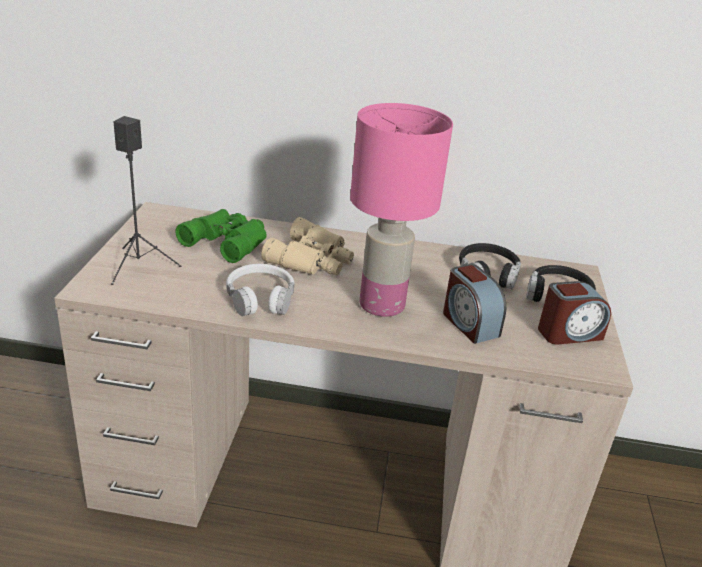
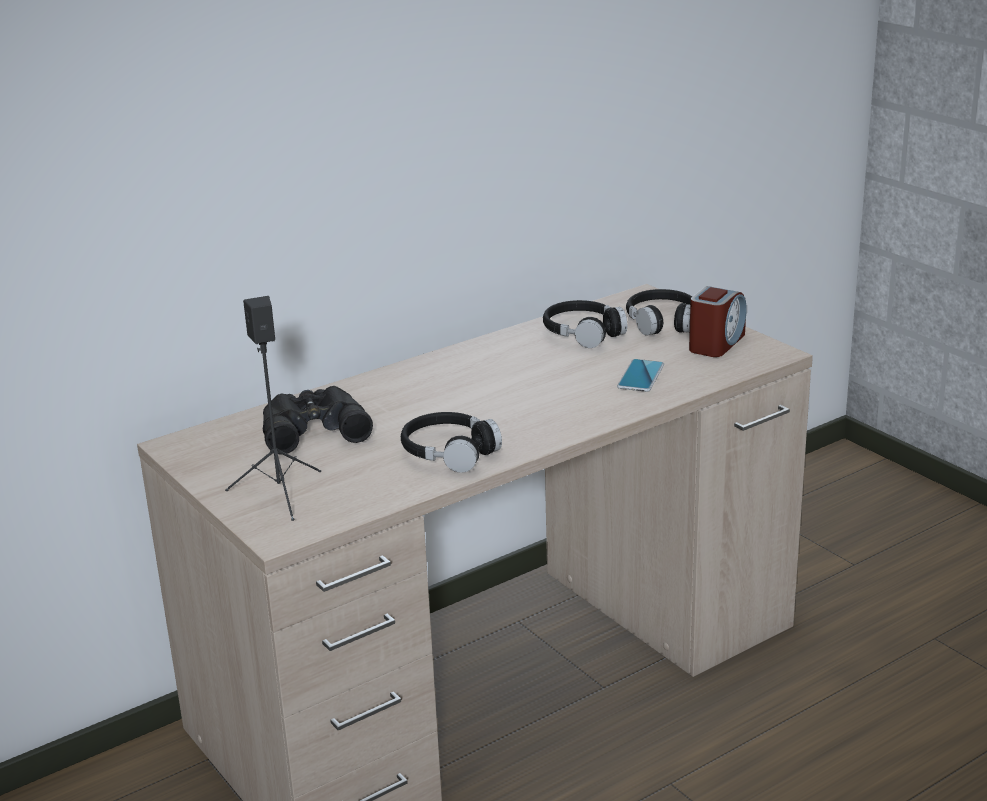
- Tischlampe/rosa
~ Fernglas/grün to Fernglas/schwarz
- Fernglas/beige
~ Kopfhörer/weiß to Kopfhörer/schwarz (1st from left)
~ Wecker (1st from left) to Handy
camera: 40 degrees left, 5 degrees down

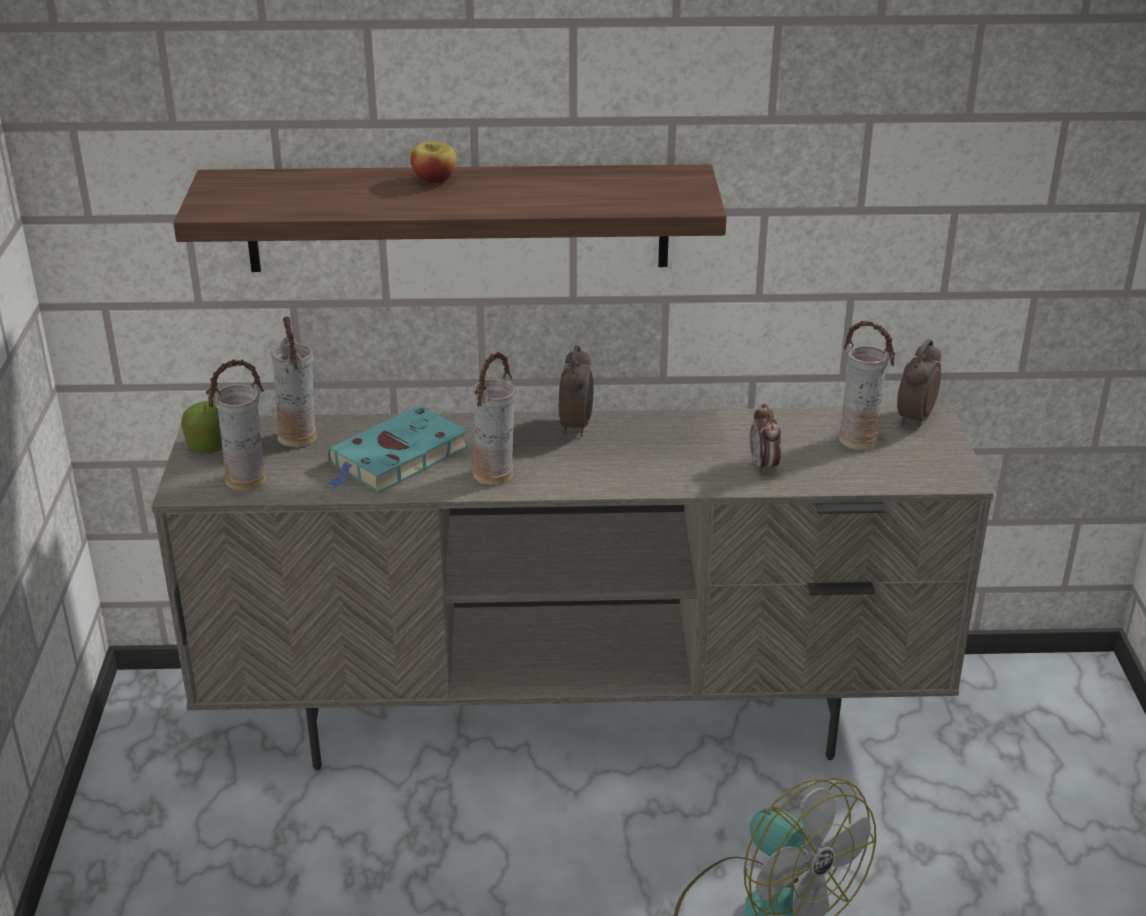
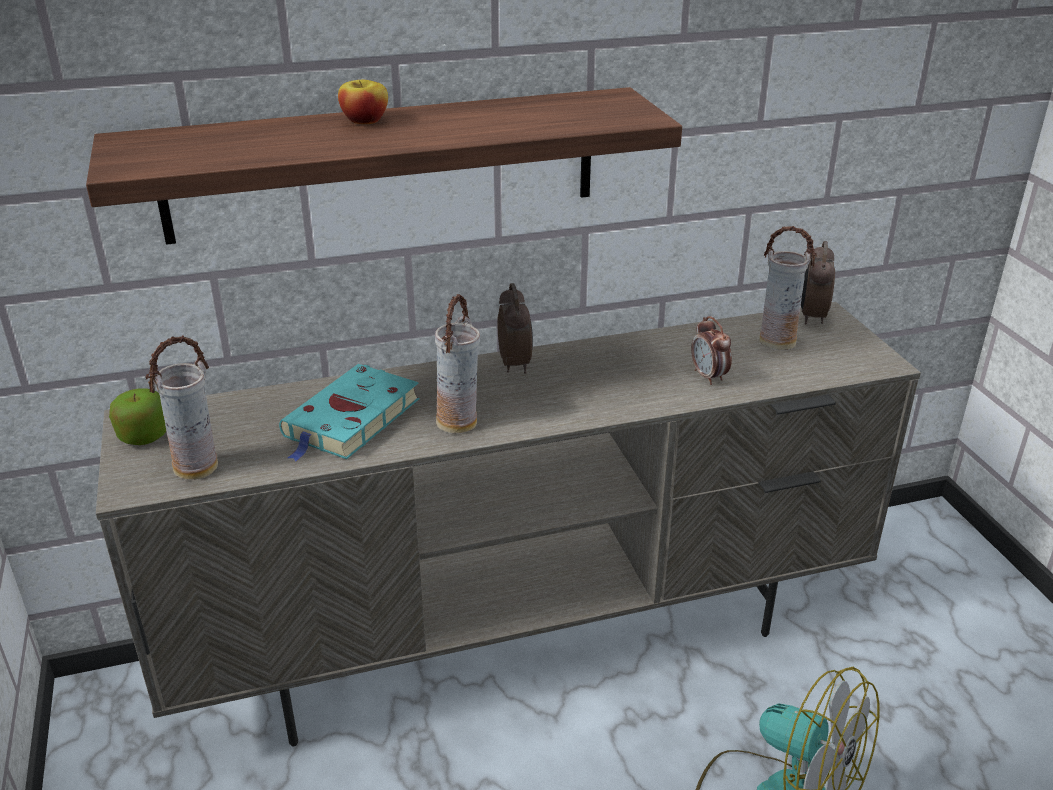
- Vase (2nd from left)
camera: 15 degrees left, 0 degrees up

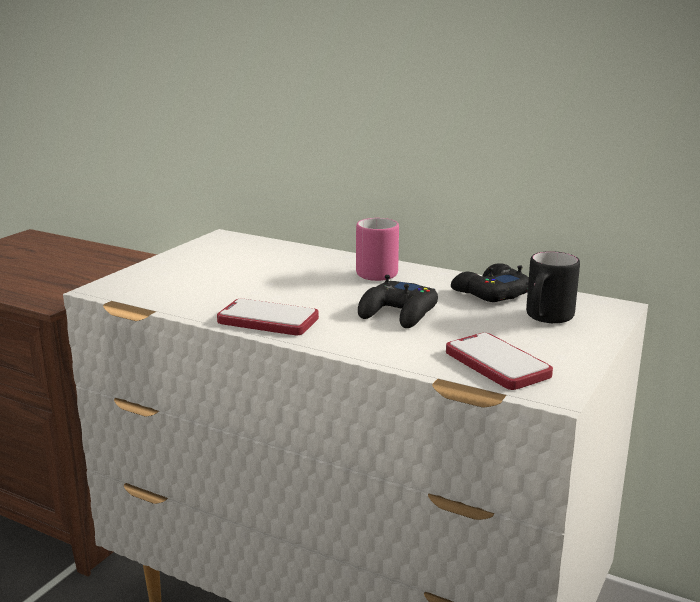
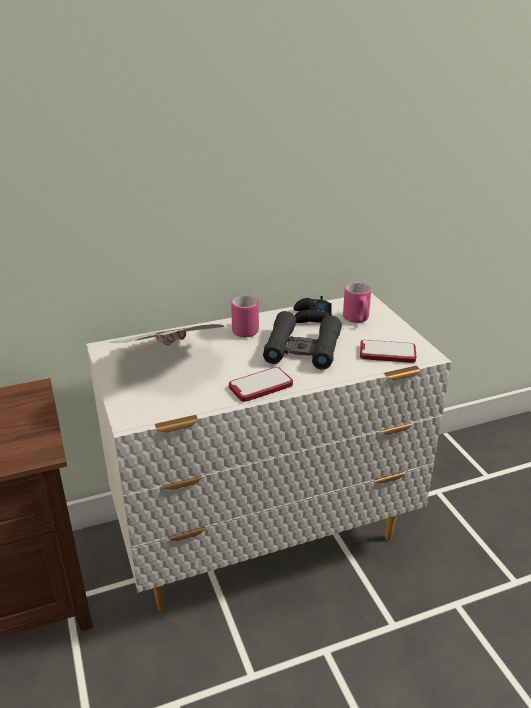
~ Henkelbecher/schwarz to Henkelbecher/rosa (2nd from left)
~ Gamepad/schwarz (1st from left) to Fernglas/schwarz
+ Zeitung
camera: 50 degrees left, 10 degrees up

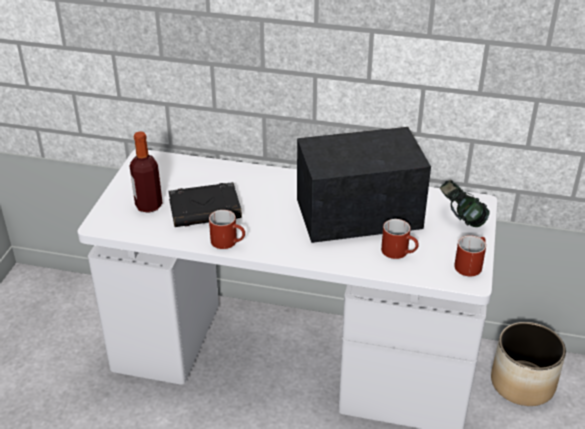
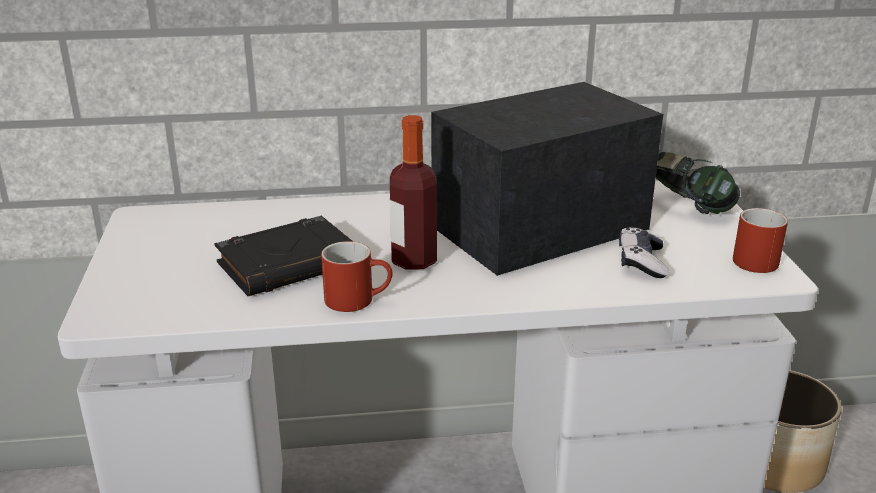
~ Flasche
~ Henkelbecher/rot (2nd from left) to Gamepad
camera: 20 degrees left, 10 degrees down

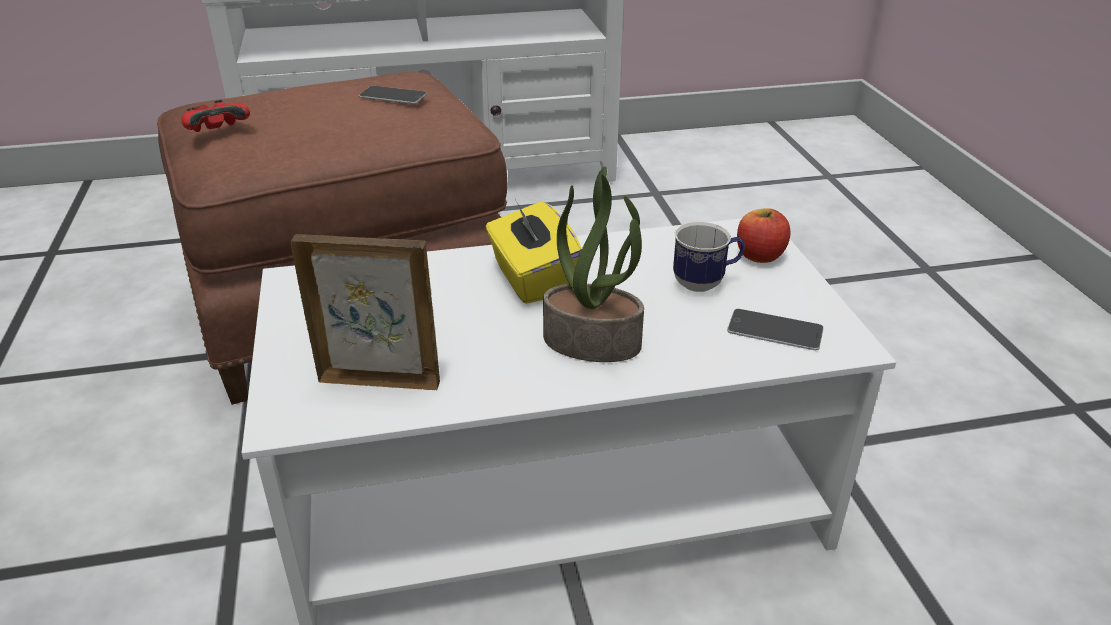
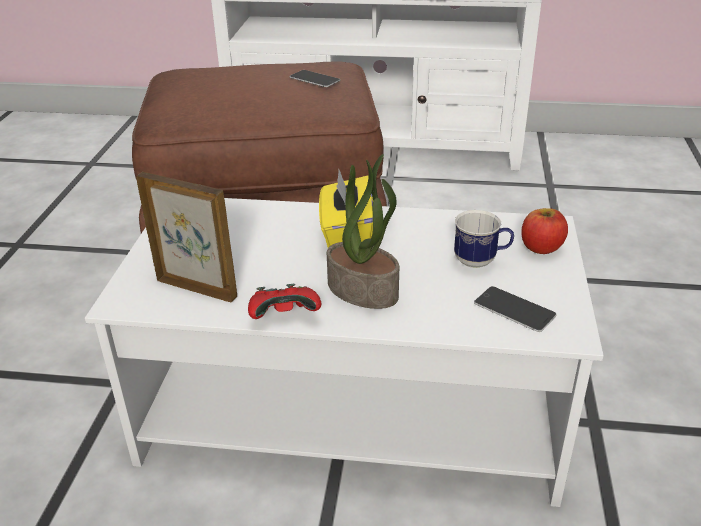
~ Gamepad/rot
camera: 20 degrees right, 0 degrees up

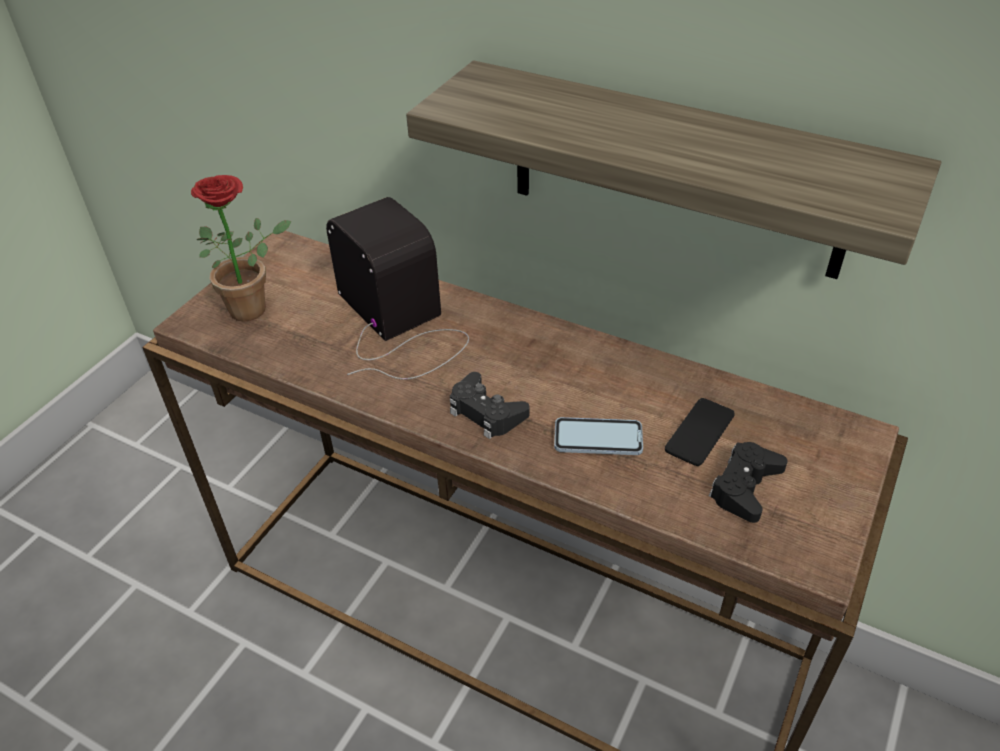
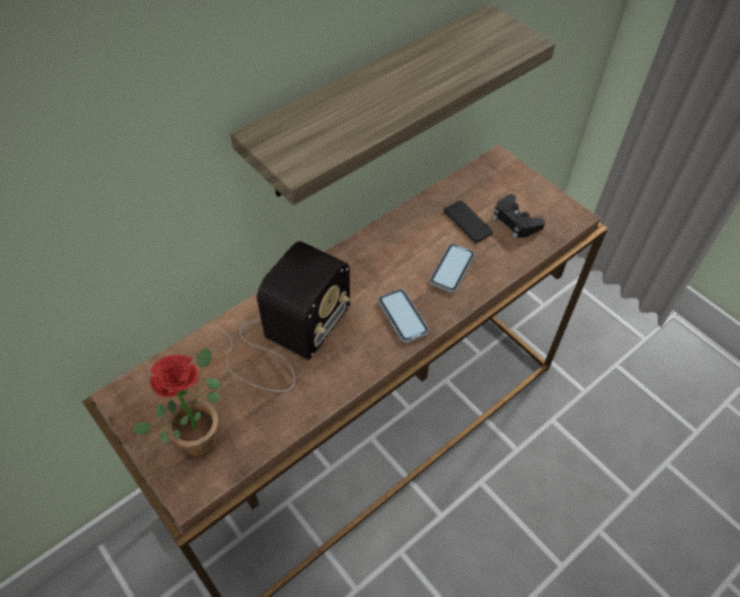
~ Radio 135 degrees clockwise
~ Gamepad/schwarz (1st from left) to Handy (1st from left)
camera: 70 degrees left, 10 degrees up

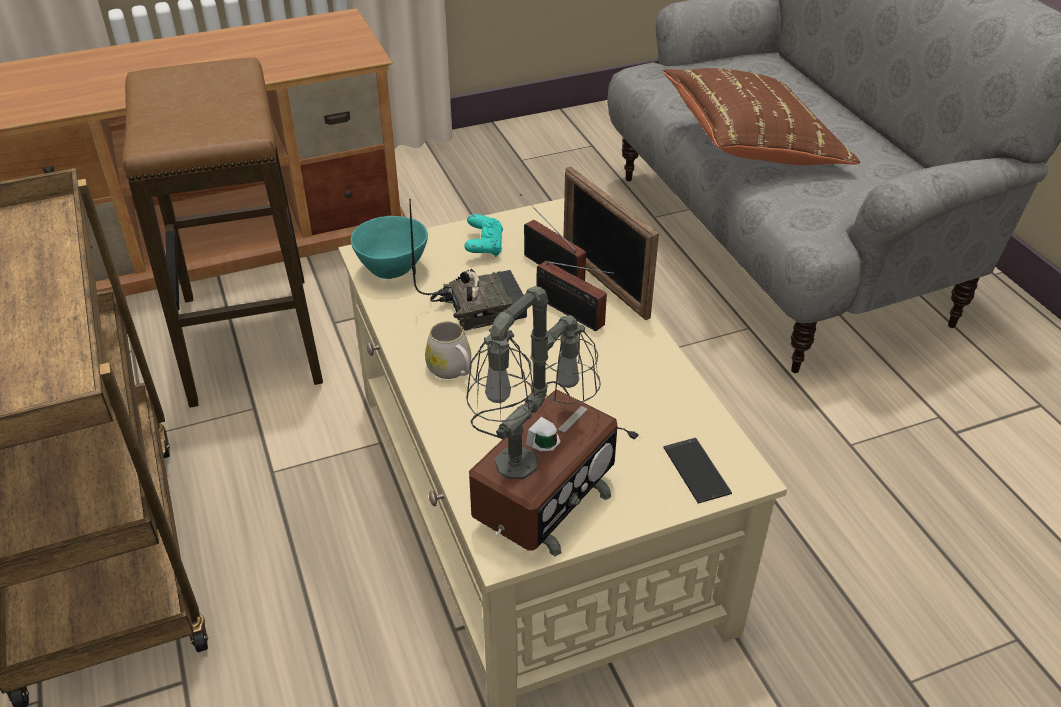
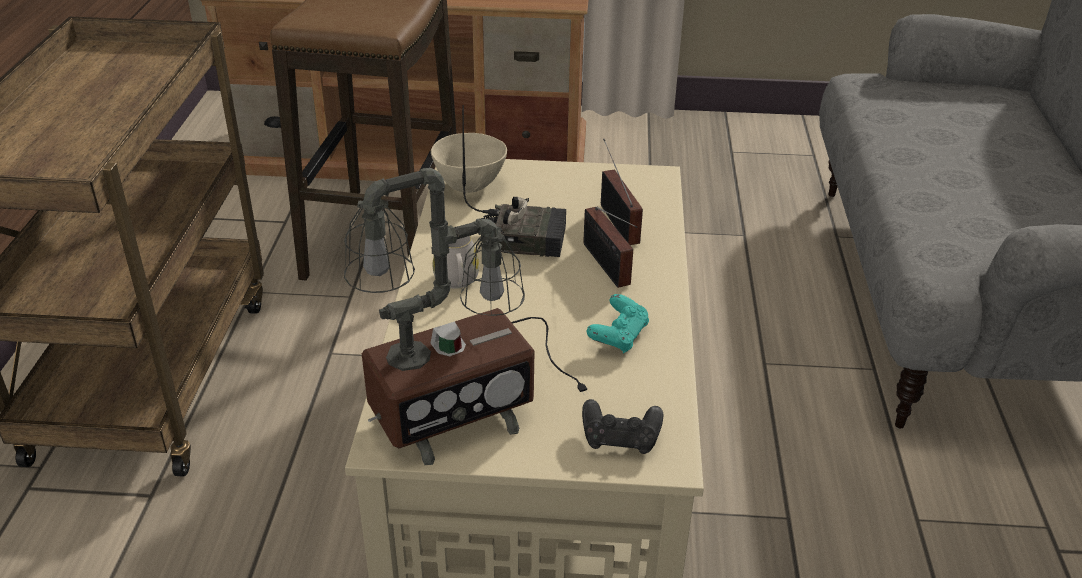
- Kissen/braun
- Bilderrahmen
~ Gamepad/türkis
~ Schüssel/türkis to Schüssel/beige
~ Handy to Gamepad/schwarz
camera: 25 degrees right, 5 degrees down

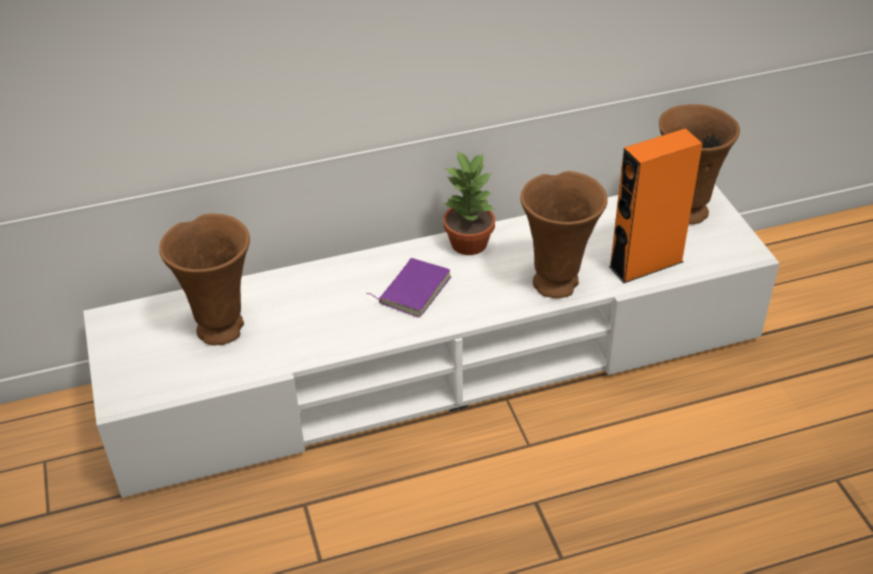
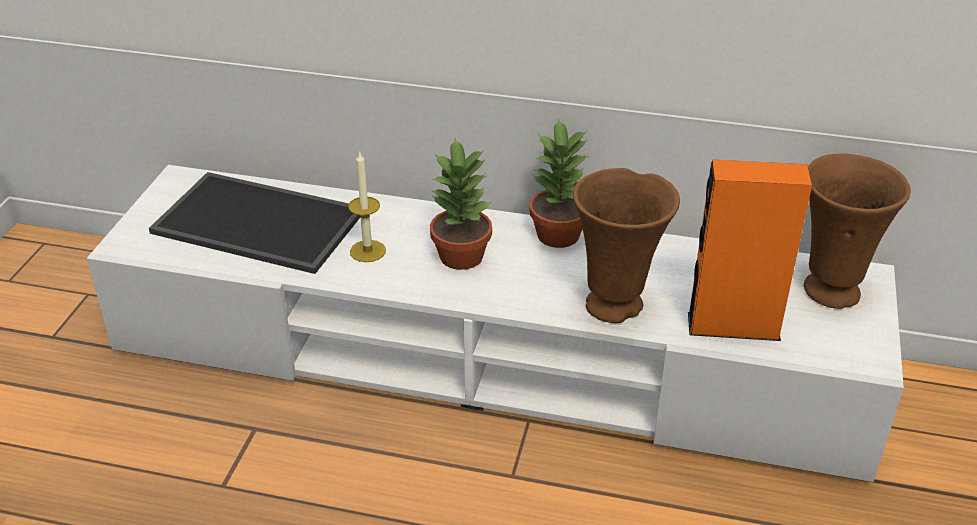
~ Vase/braun (1st from left) to Tablett
~ Buch/lila to Topfpflanze (1st from left)
+ Kerze
camera: 30 degrees right, 5 degrees down

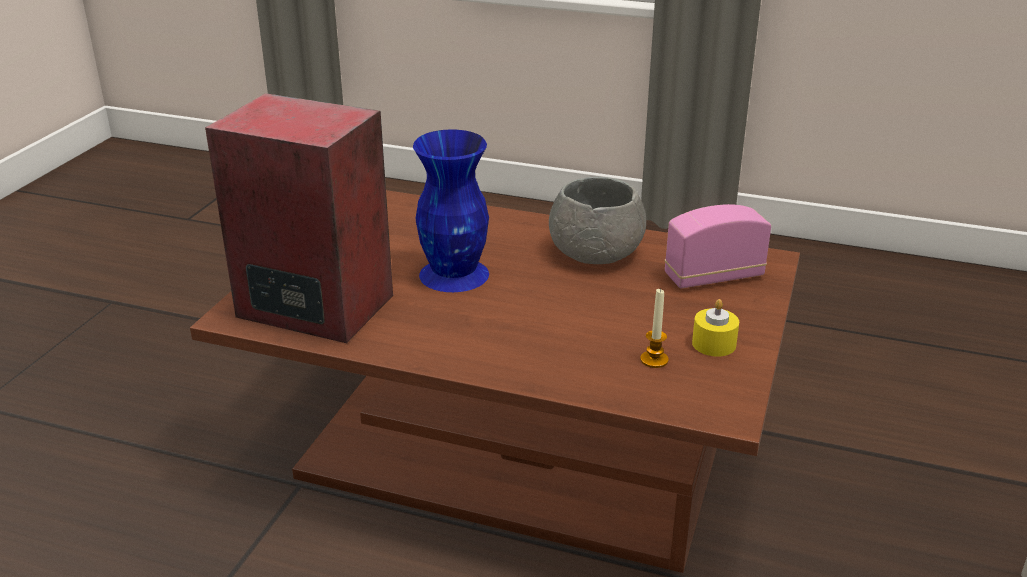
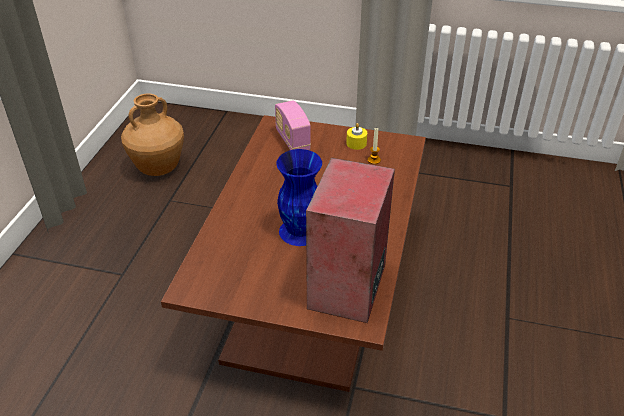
- Schüssel/grau
+ Vase/braun
camera: 95 degrees left, 10 degrees up

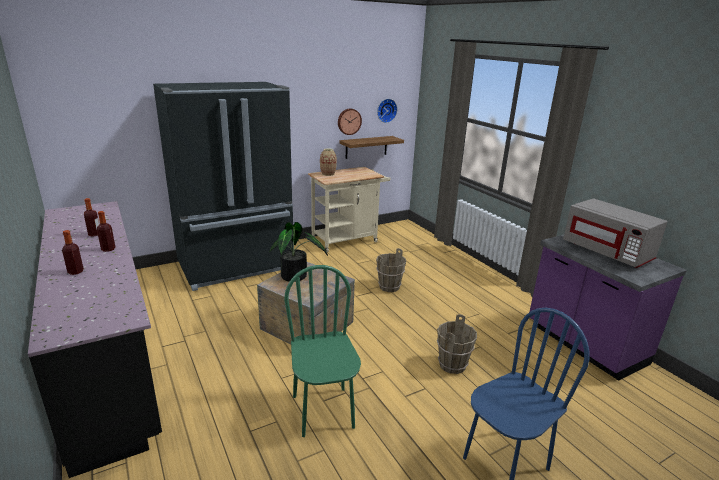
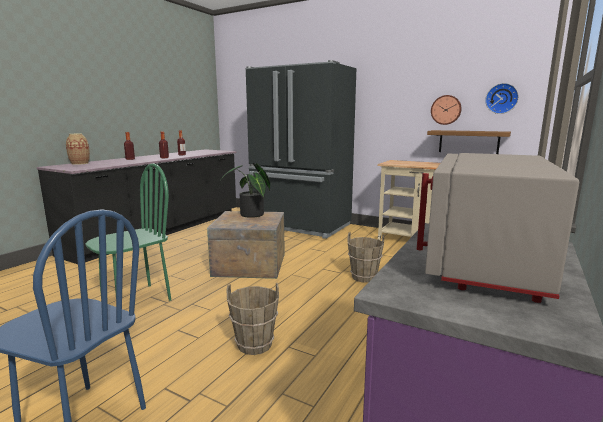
~ Vase
camera: 60 degrees right, 10 degrees down

